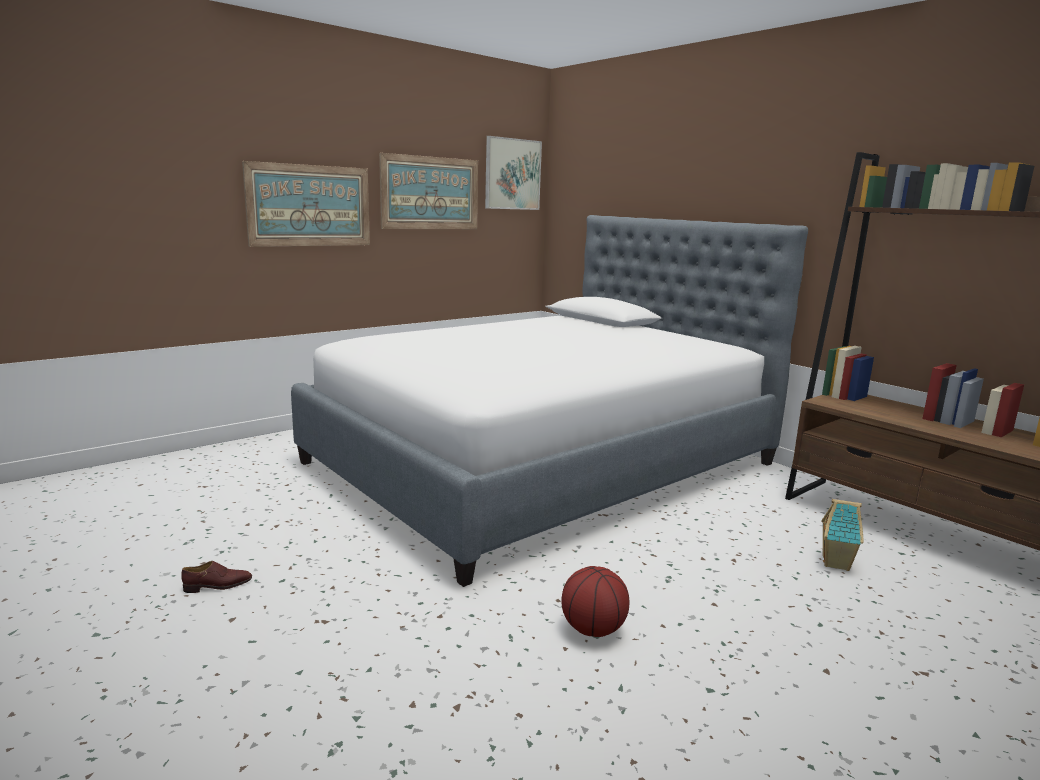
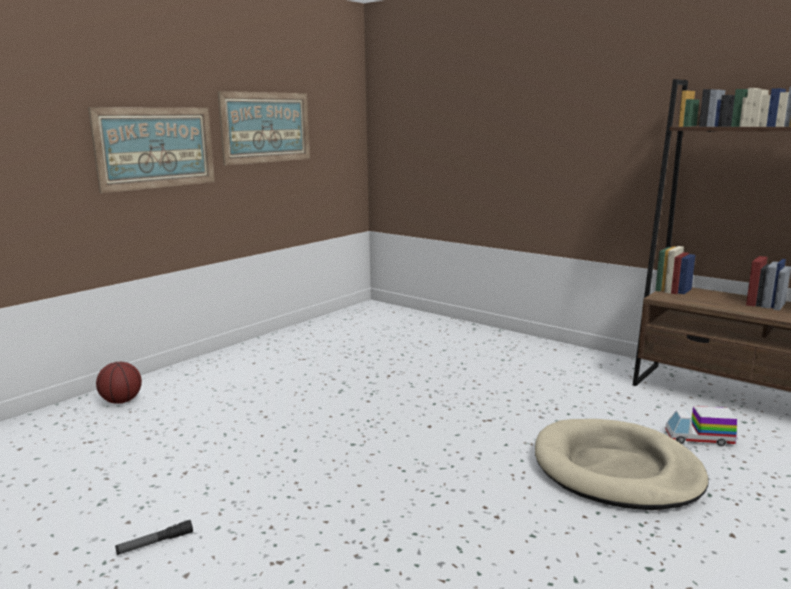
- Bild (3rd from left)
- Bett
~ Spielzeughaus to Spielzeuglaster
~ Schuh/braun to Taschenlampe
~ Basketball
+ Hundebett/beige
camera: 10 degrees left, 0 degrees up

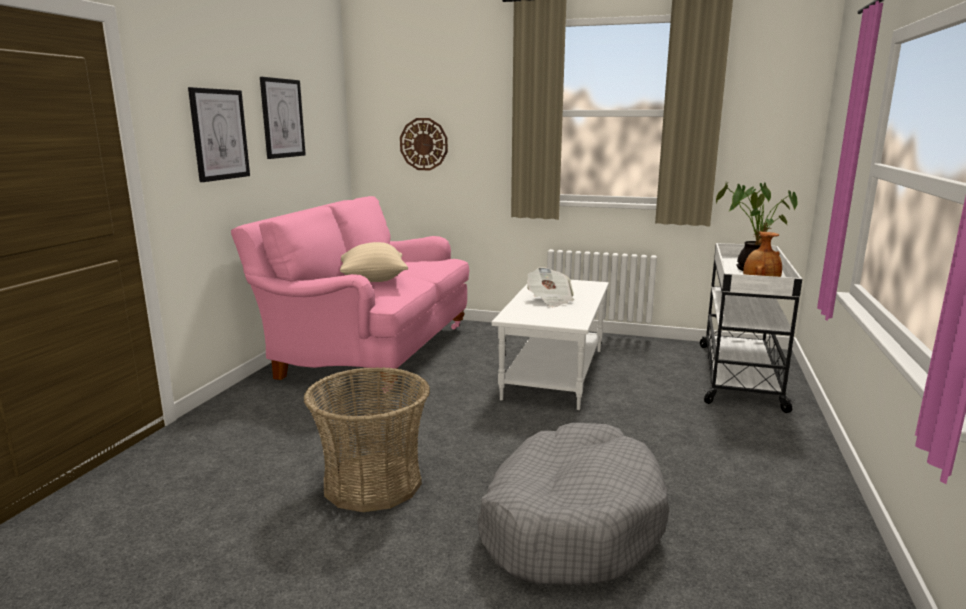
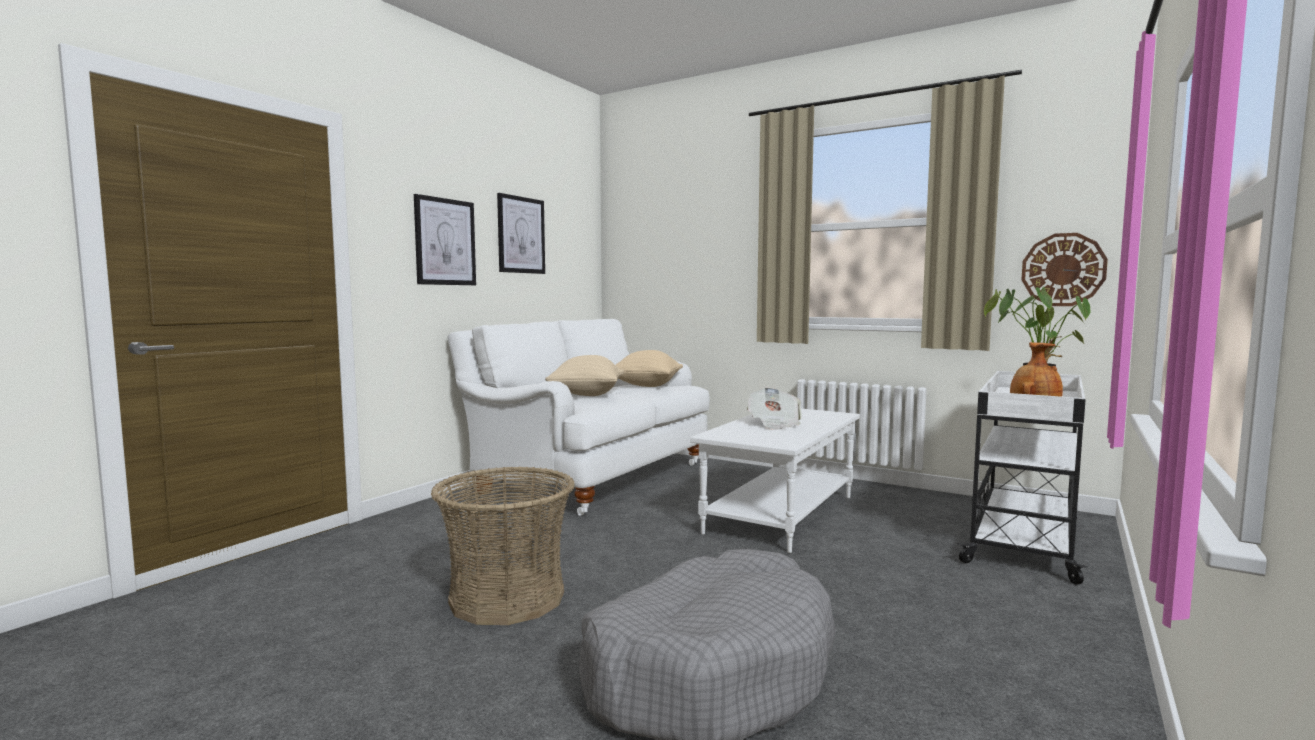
~ Wanduhr
~ Sofa/rosa to Sofa/weiß
+ Kissen/beige (2nd from left)
camera: 15 degrees right, 10 degrees down

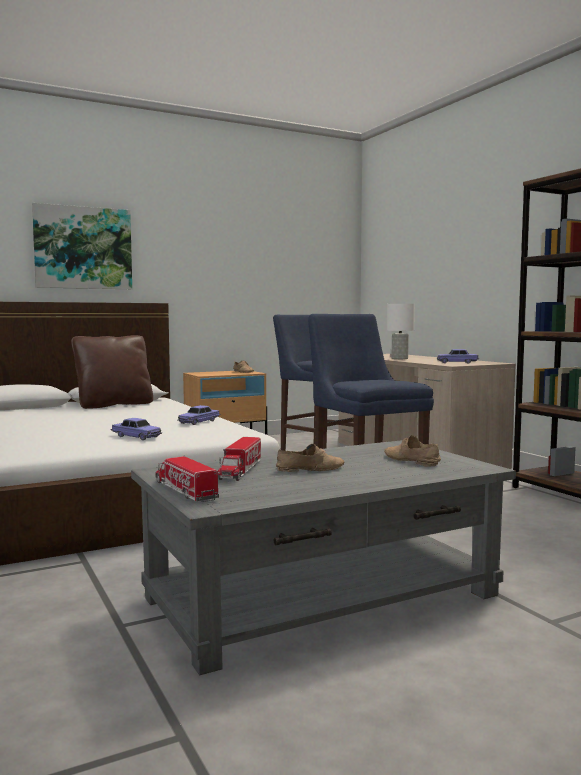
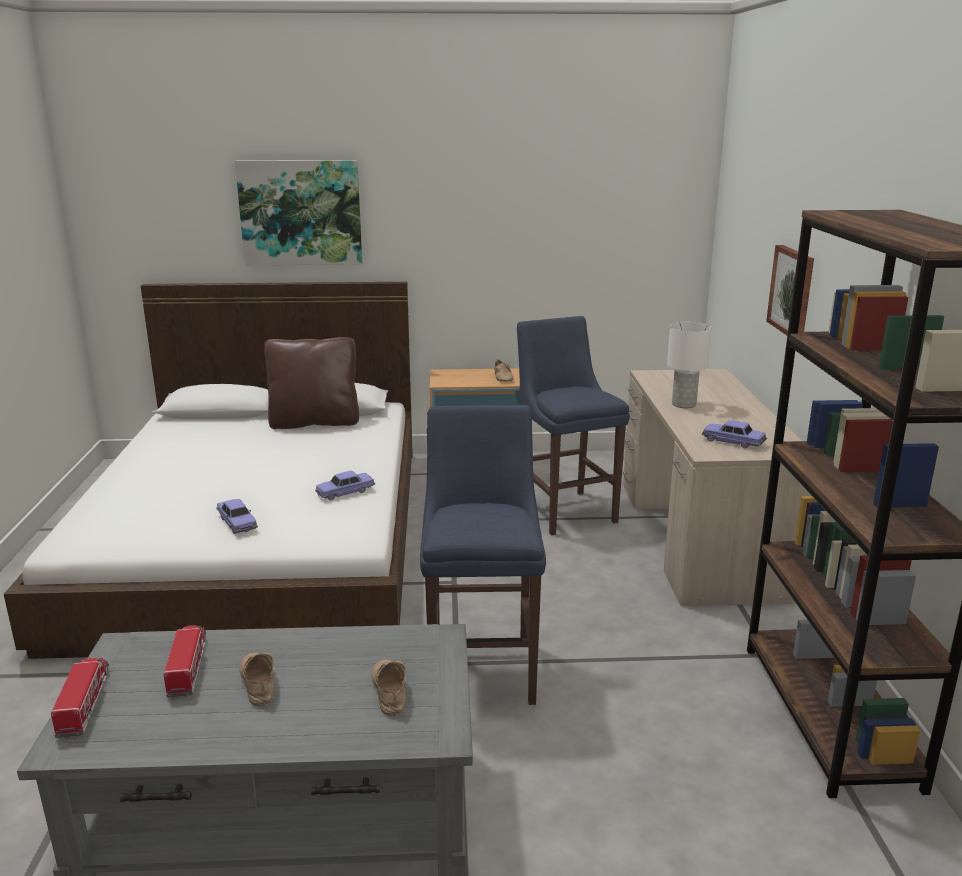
~ Spielzeuglaster (2nd from left) 135 degrees clockwise
~ Schuh/beige (2nd from left in the first image) 120 degrees counterclockwise
+ Bild (2nd from left)
camera: 25 degrees right, 15 degrees up

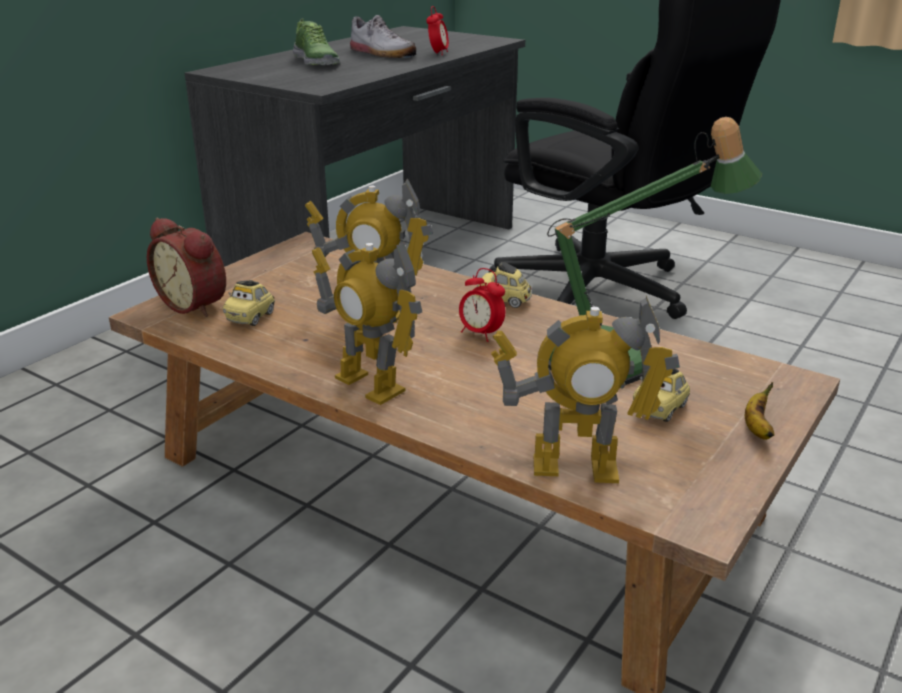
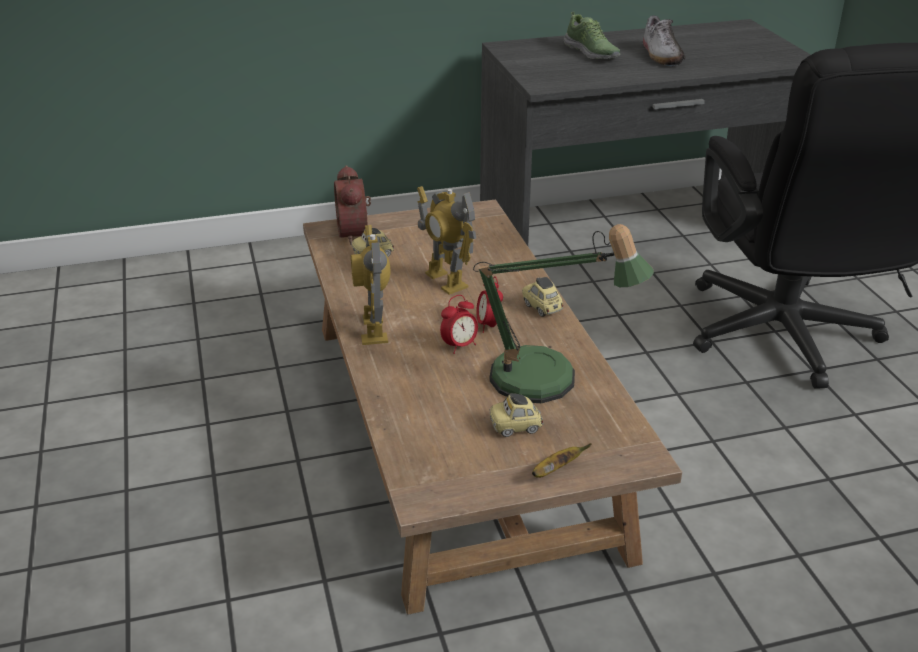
~ Wecker (2nd from left)
~ Schuh (1st from left) 45 degrees counterclockwise
- Spielzeugroboter (3rd from left)
camera: 40 degrees right, 5 degrees up

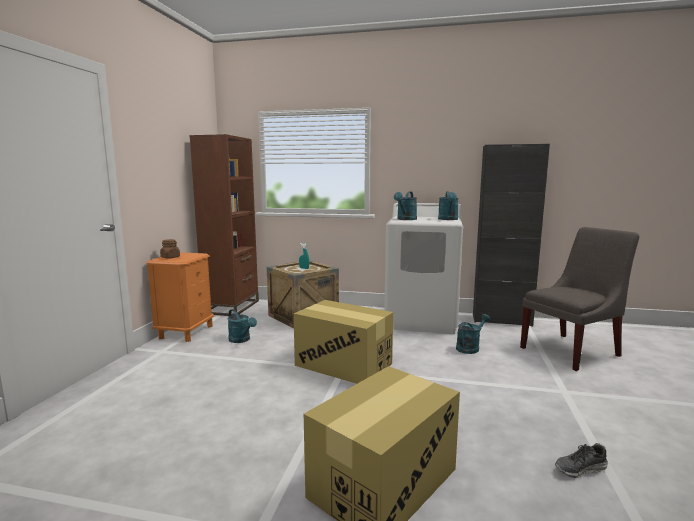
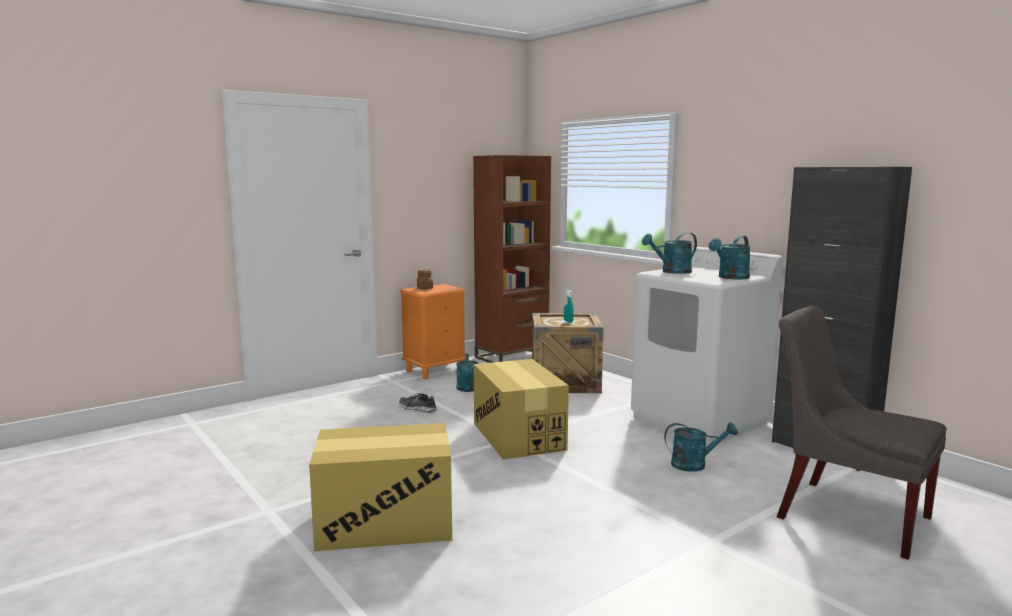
~ Stuhl/grau 150 degrees counterclockwise
~ Schuh
camera: 40 degrees right, 0 degrees up

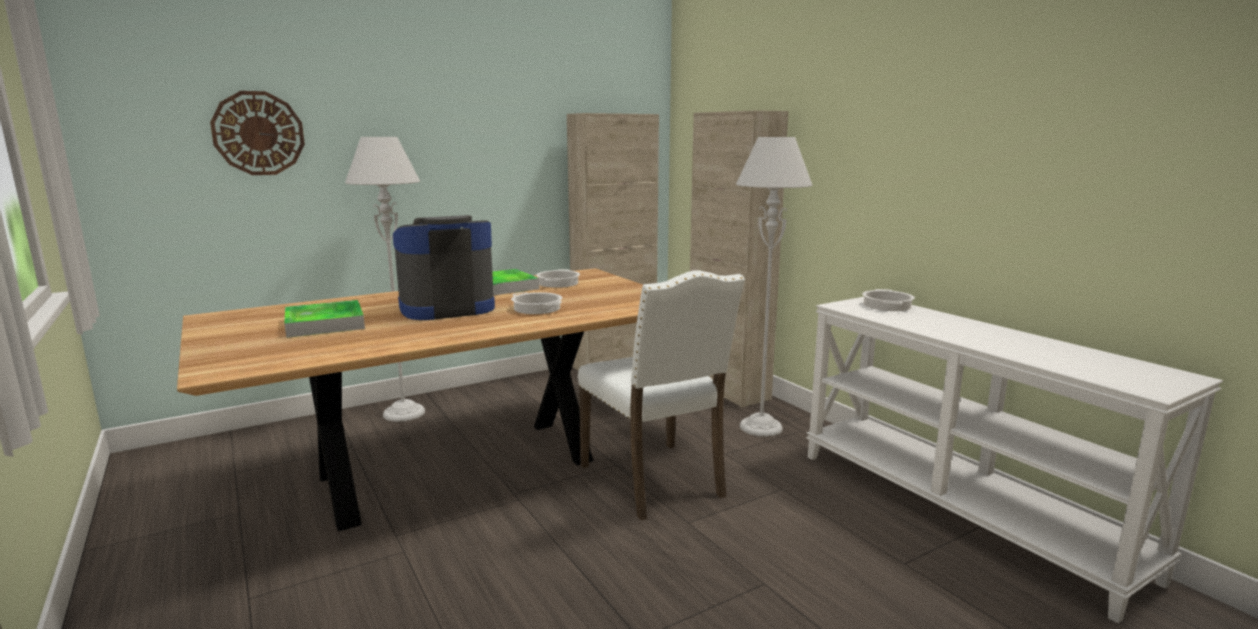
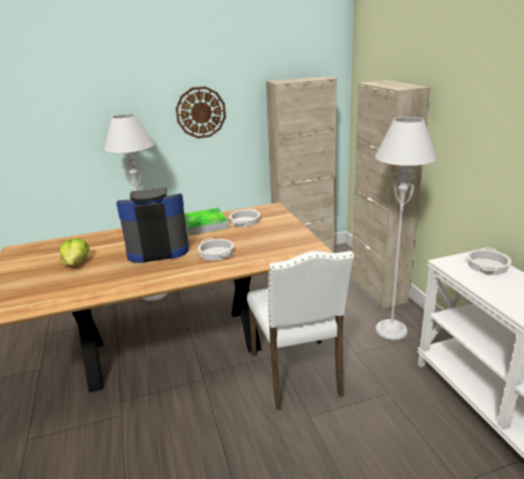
~ Wanduhr
~ Tablett (1st from left) to Salatkopf
camera: 15 degrees right, 10 degrees up

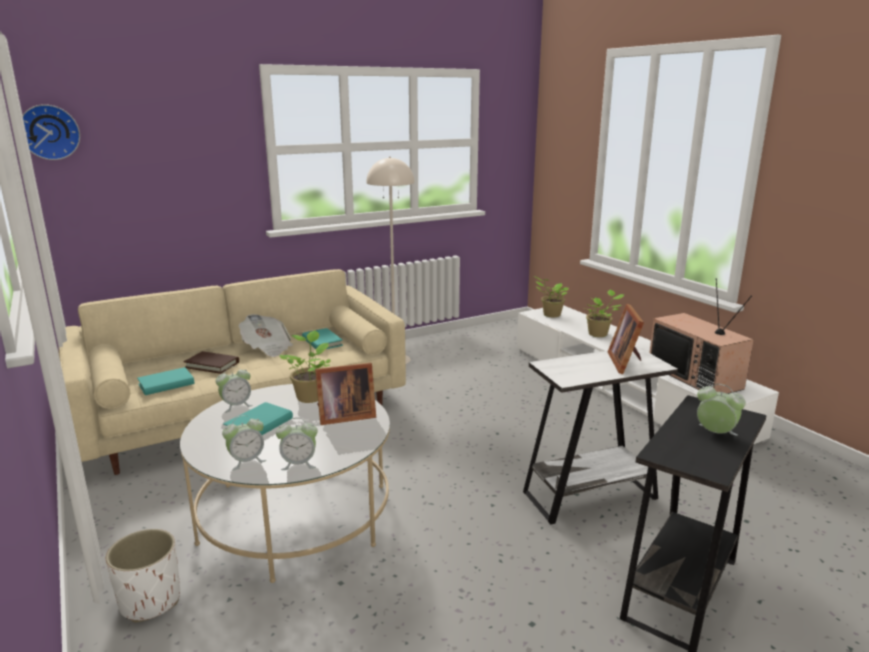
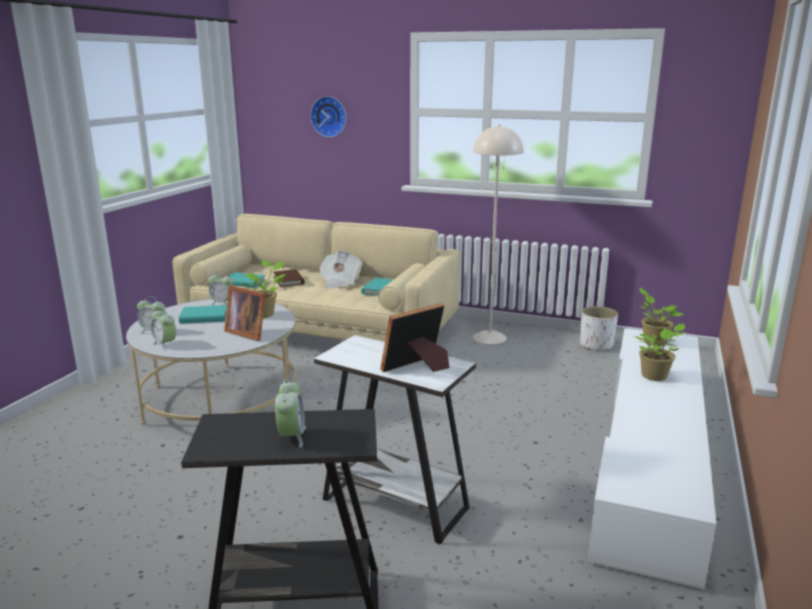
~ Wanduhr
- Fernseher
~ Pflanzkübel/weiß
camera: 50 degrees right, 0 degrees up

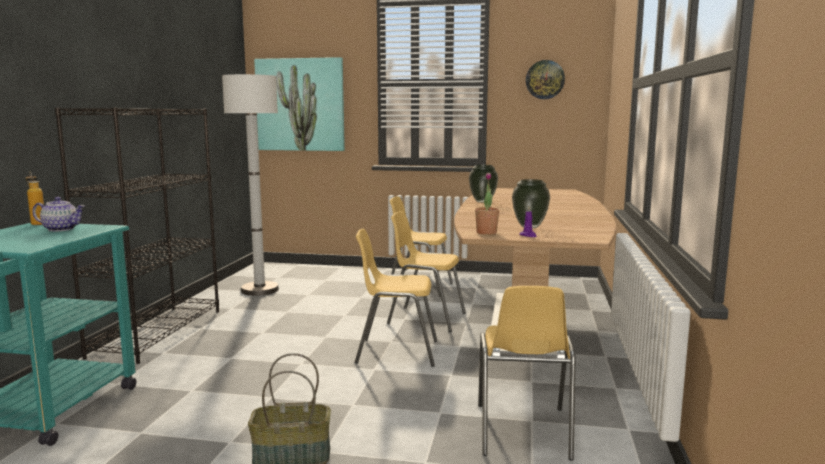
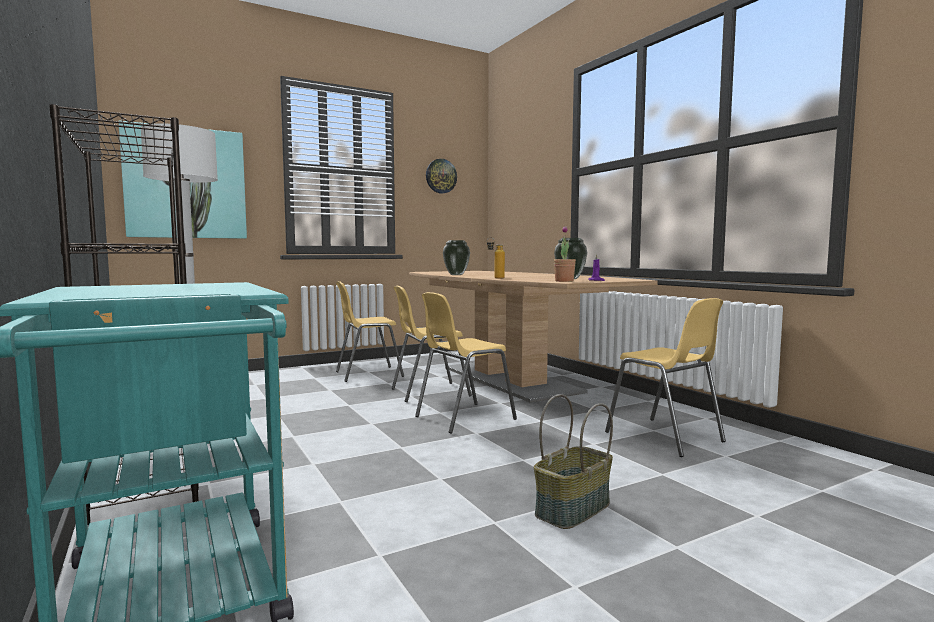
~ Flasche
- Teekanne
camera: 40 degrees left, 5 degrees down

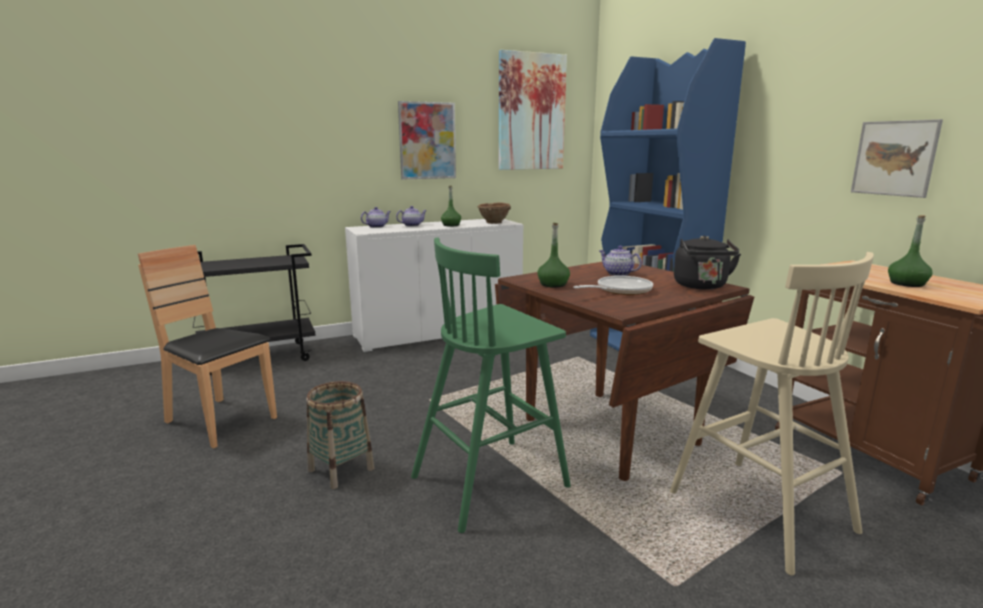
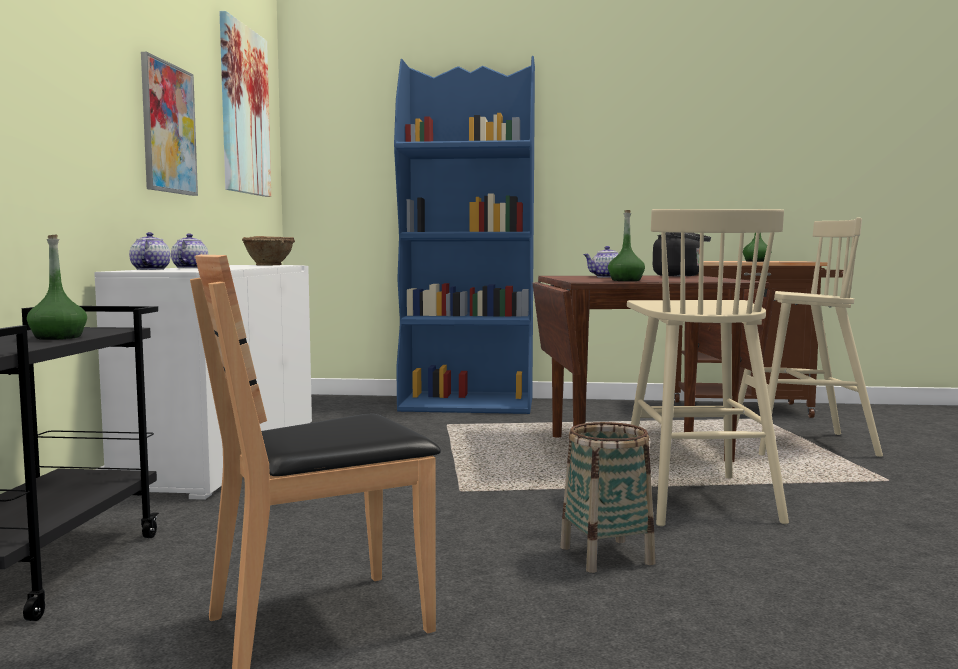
- Bild (3rd from left)
~ Flasche/grün (1st from left)
~ Hocker/grün to Hocker/beige (1st from left)
- Pfanne
camera: 60 degrees left, 10 degrees down

